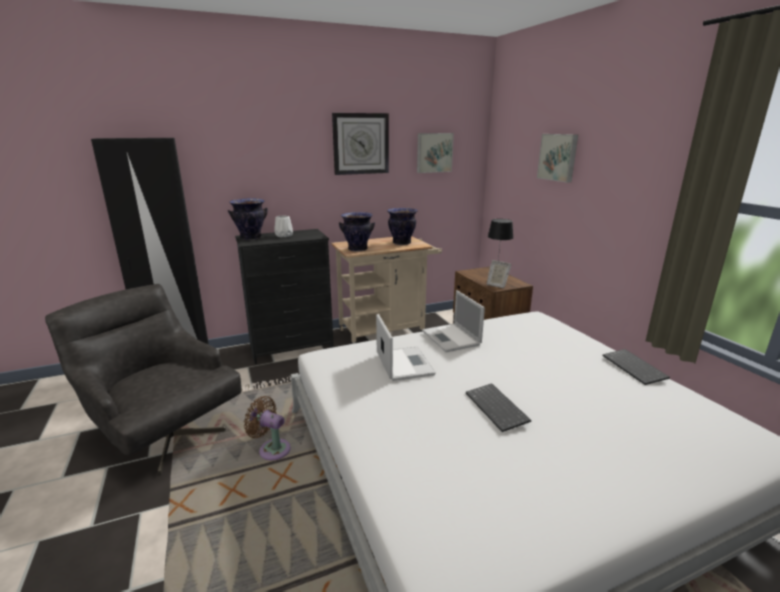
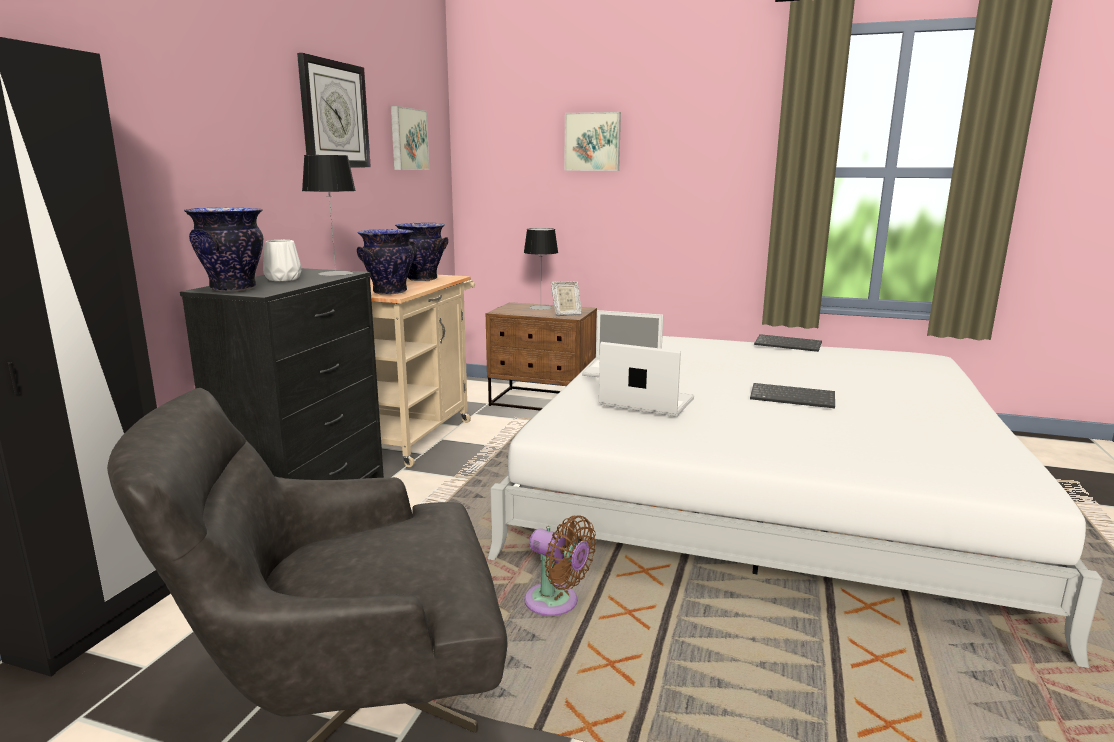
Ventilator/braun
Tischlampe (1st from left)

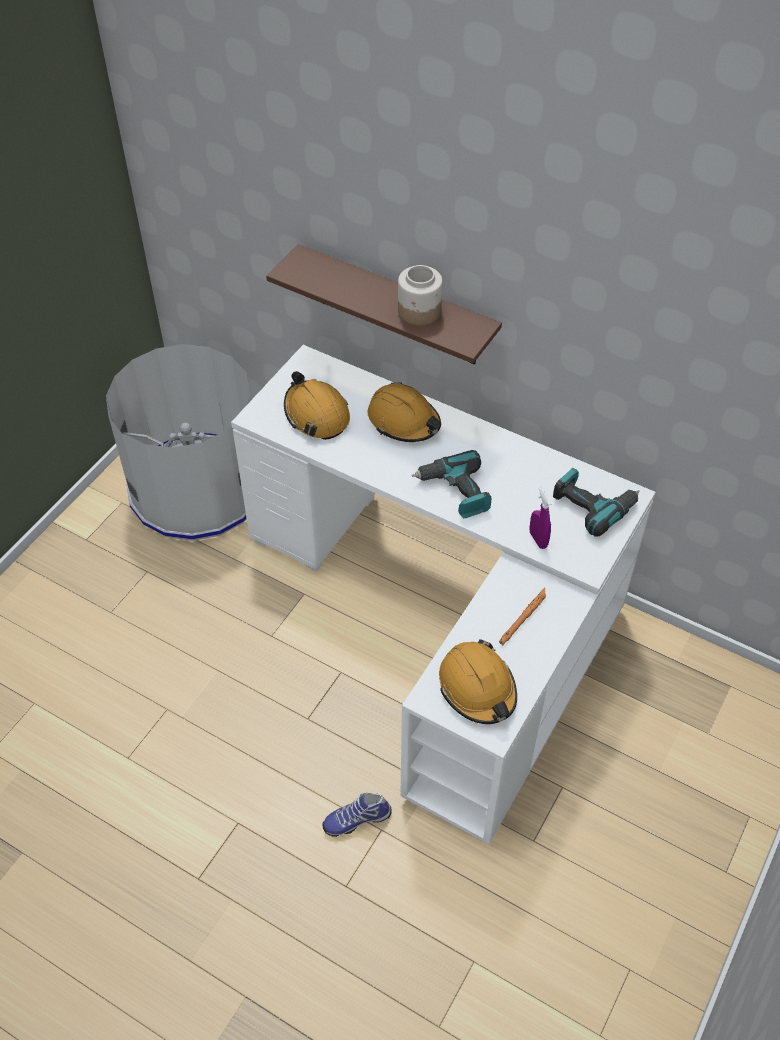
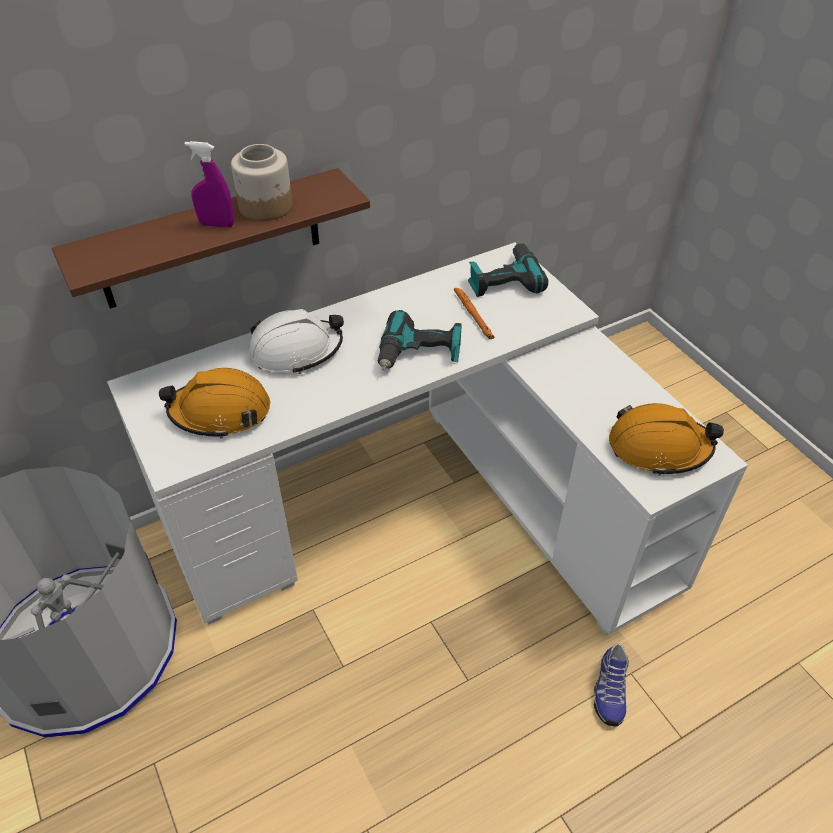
Schutzhelm/weiß
Taschenlampe/orange
Sprühflasche/lila

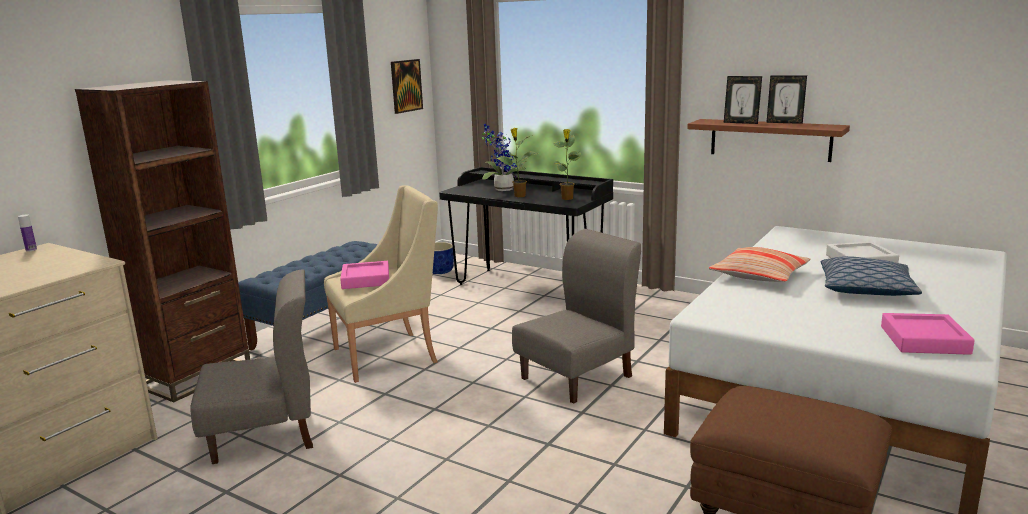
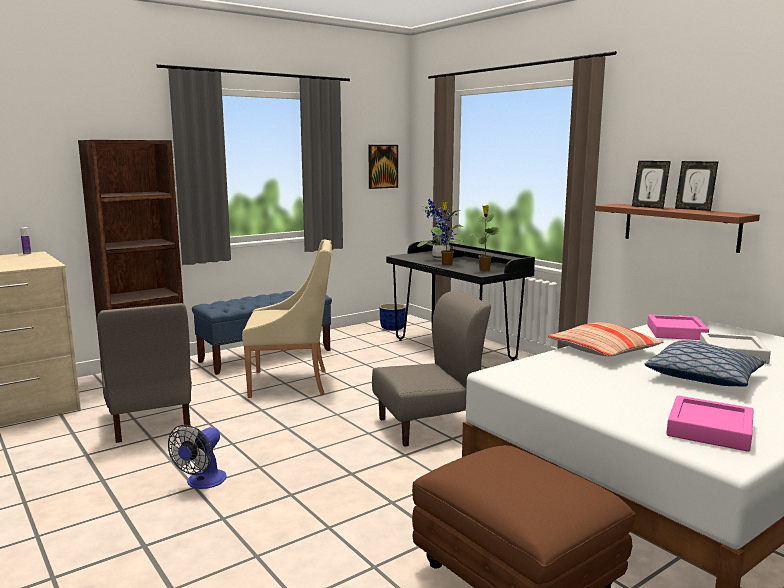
Stuhl/grau (1st from left)
Tablett/rosa (1st from left)
Ventilator

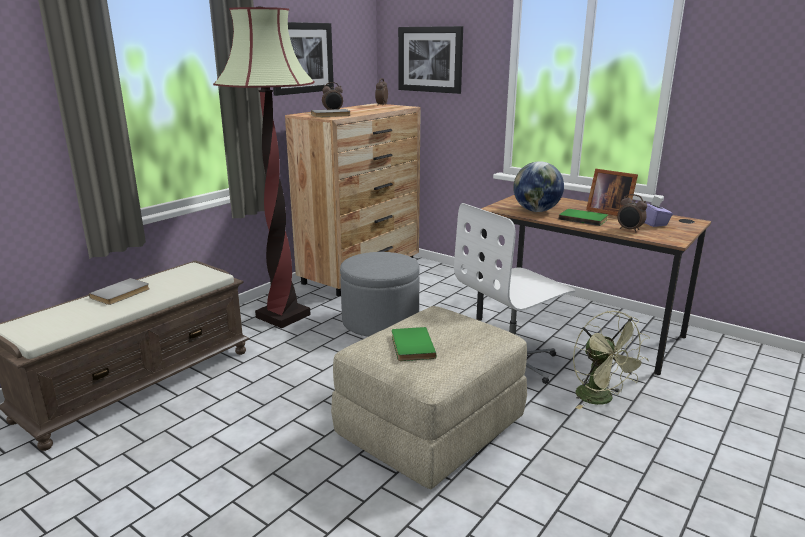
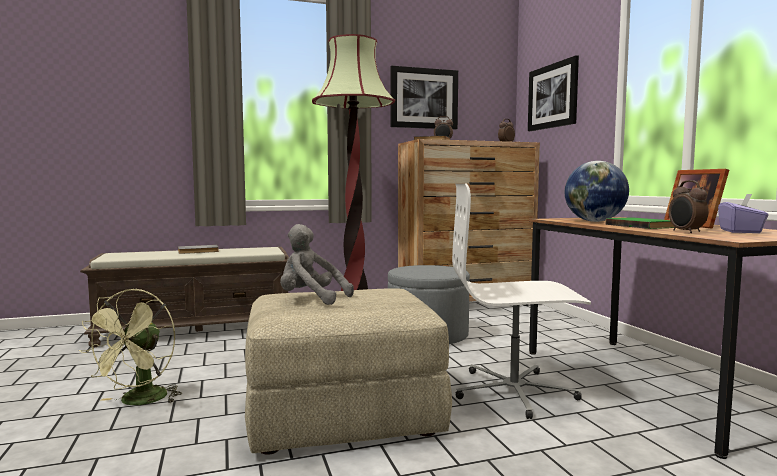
Plüschtier/grau
Ventilator/grün

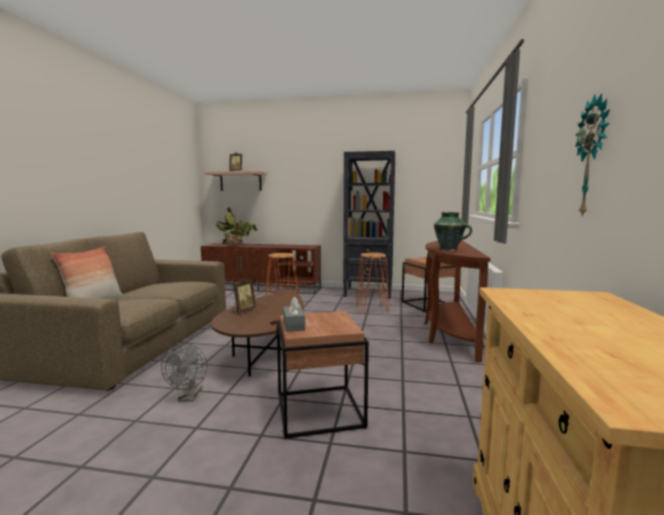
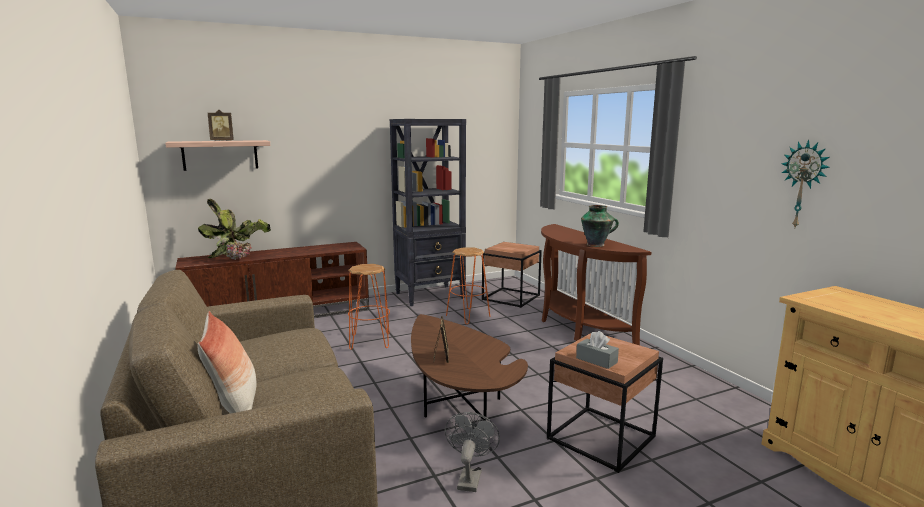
Ventilator/grau

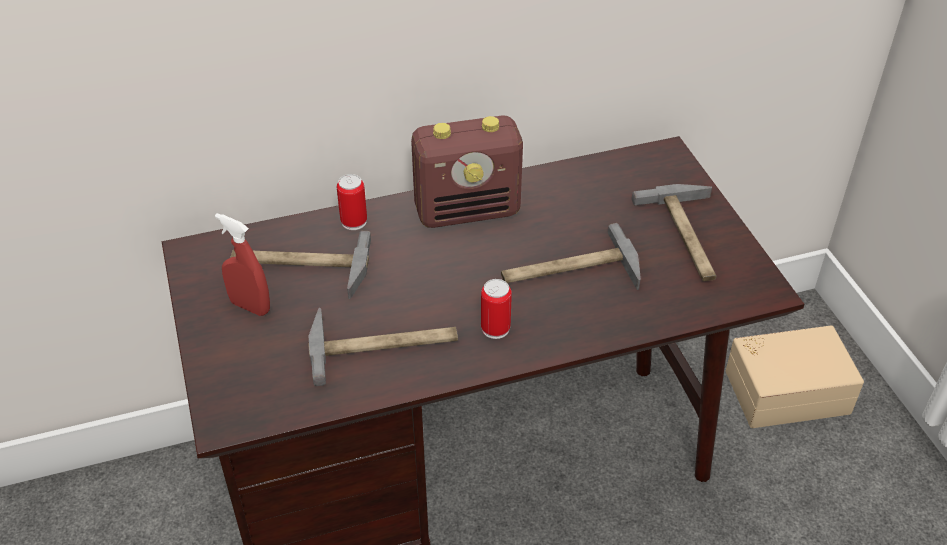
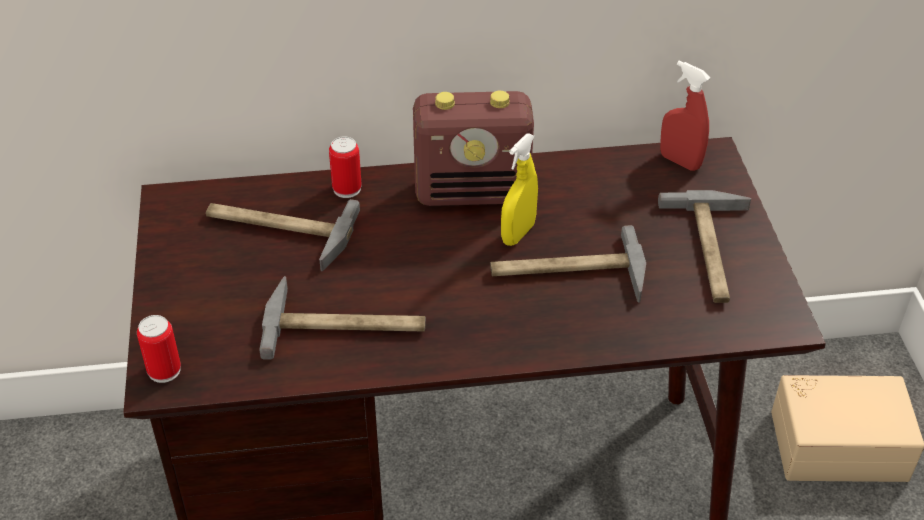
Sprühflasche/rot
Dose (1st from left)
Sprühflasche/gelb

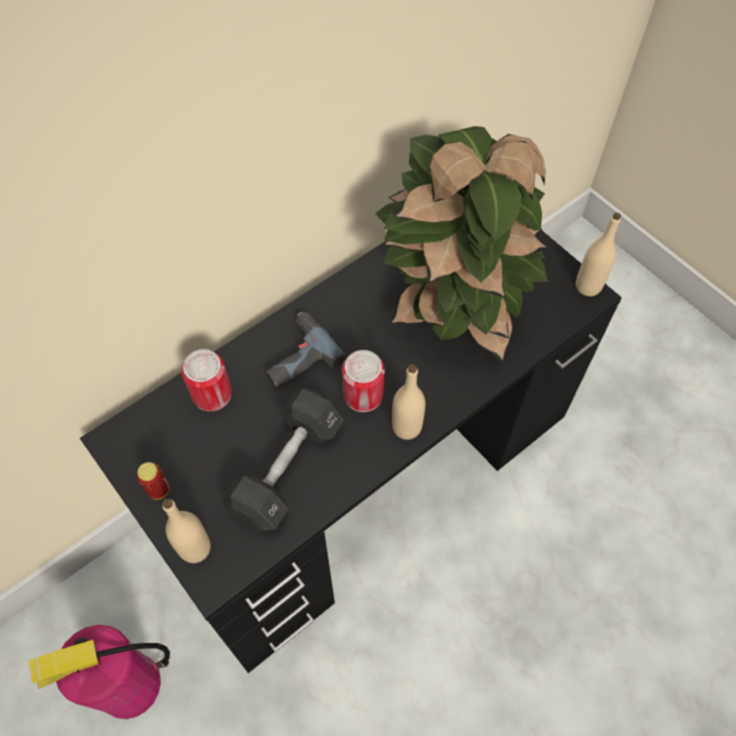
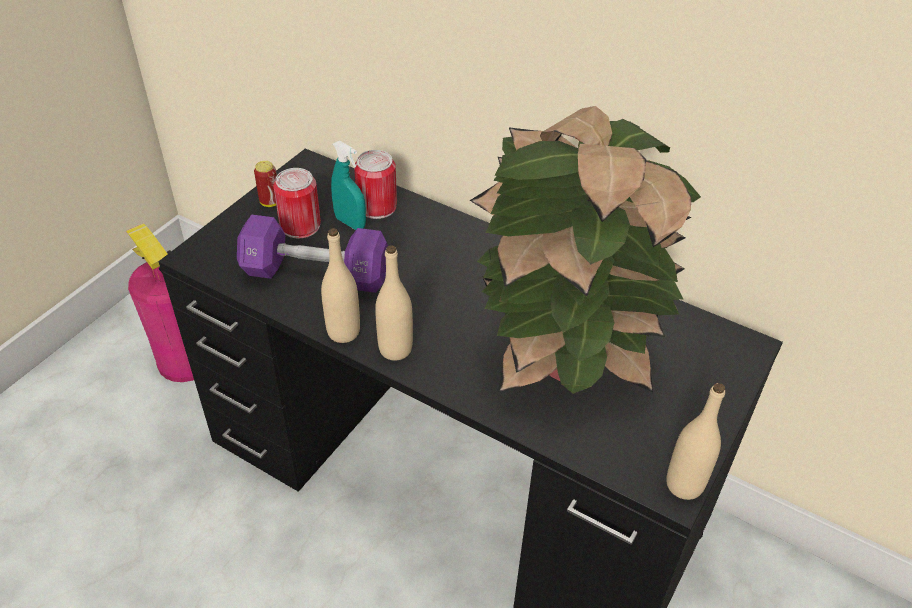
Flasche/beige (1st from left)
Hantel/lila
Bohrmaschine
Dose (2nd from left)
Sprühflasche/türkis

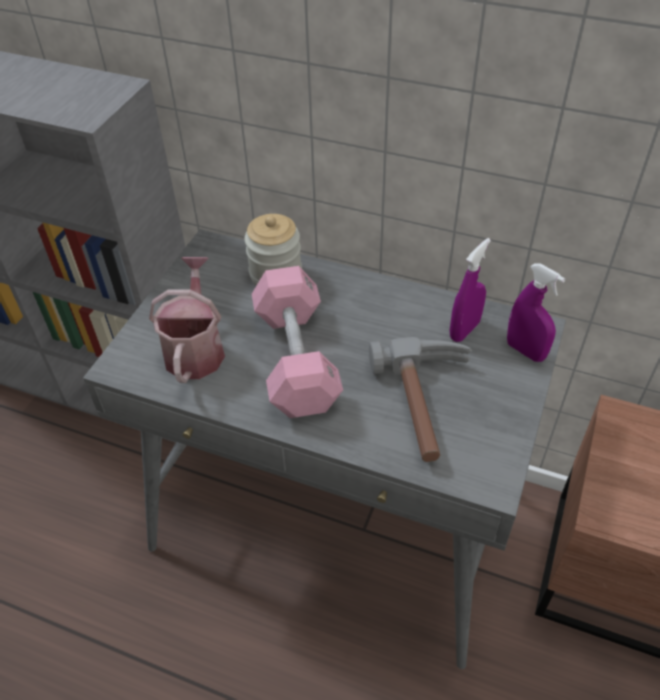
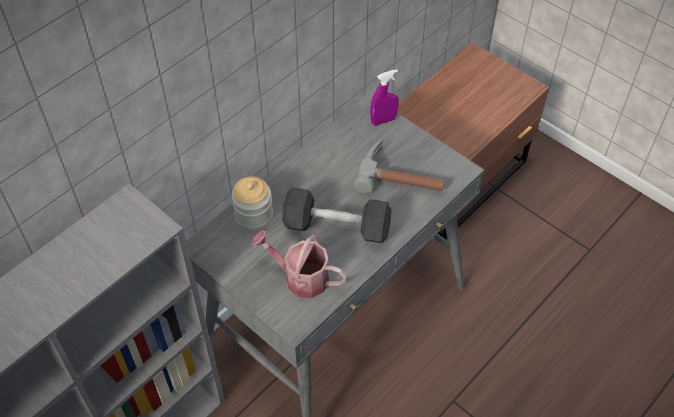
Hantel/schwarz
Sprühflasche/lila (1st from left in the first image)

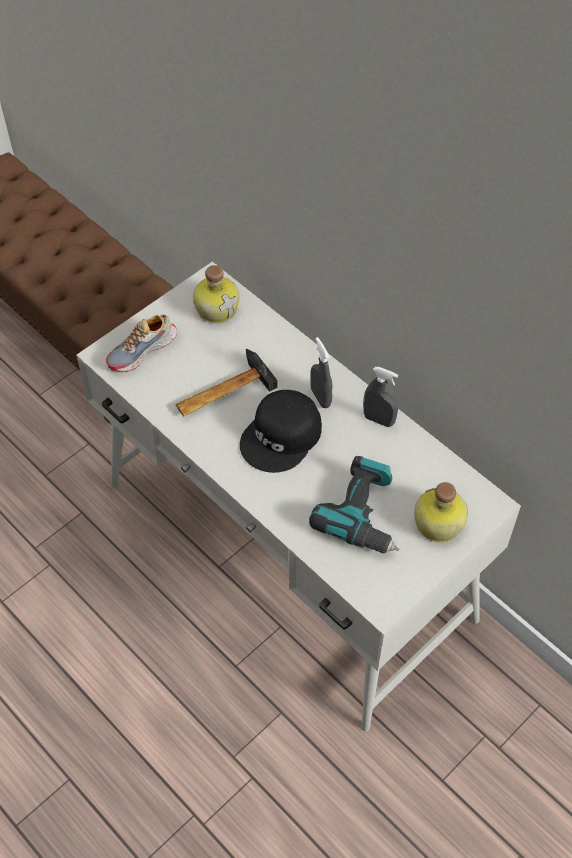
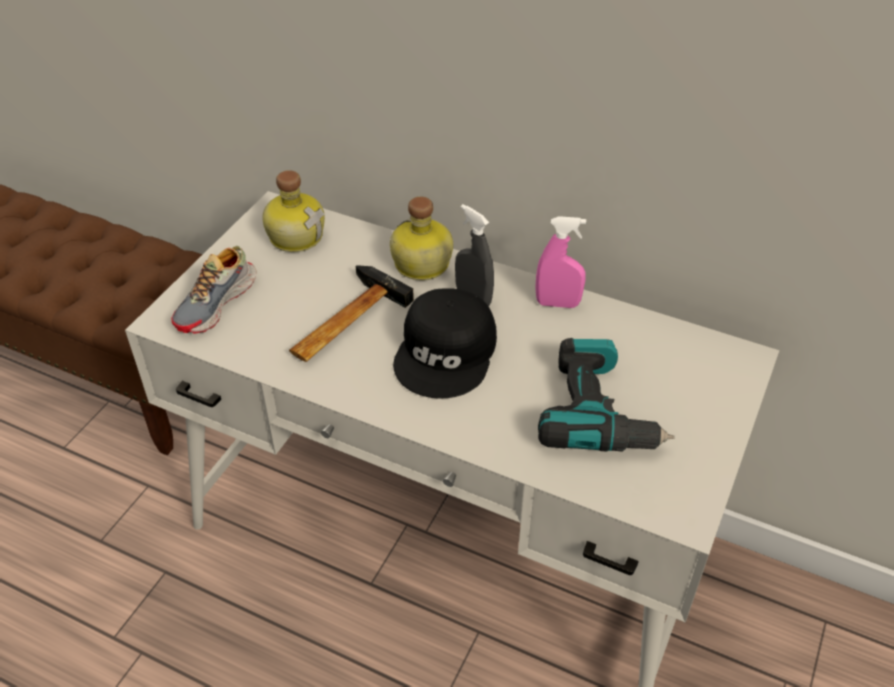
Sprühflasche/rosa
Flasche (2nd from left)

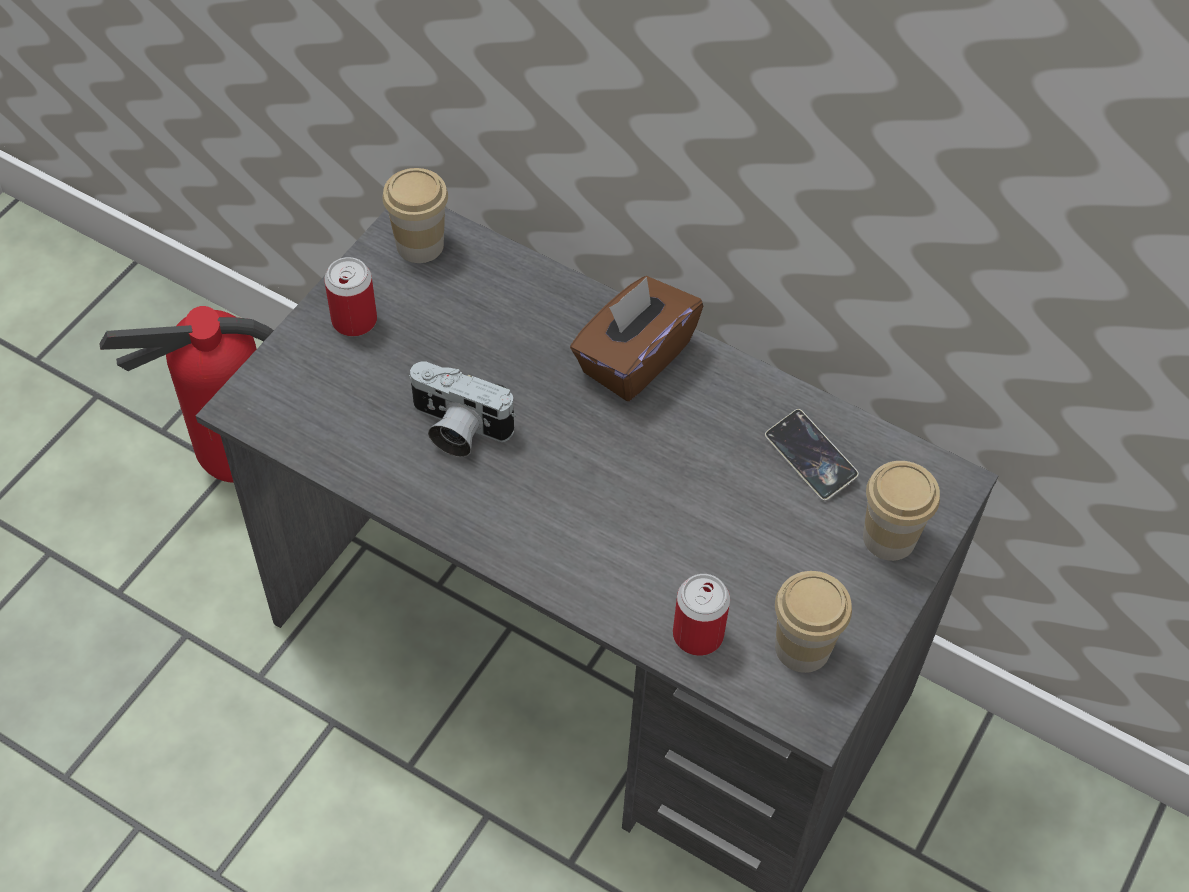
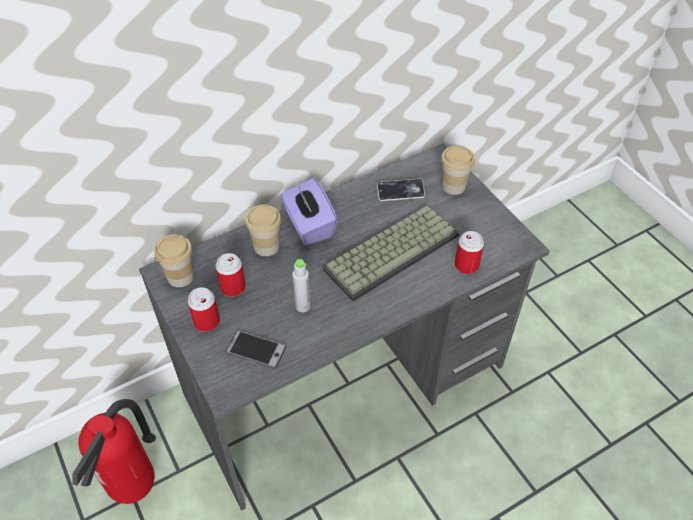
Flasche/grau
Taschentuchbox/lila
Tasse (2nd from left)
Dose (2nd from left)
Handy (1st from left)
Tastatur

